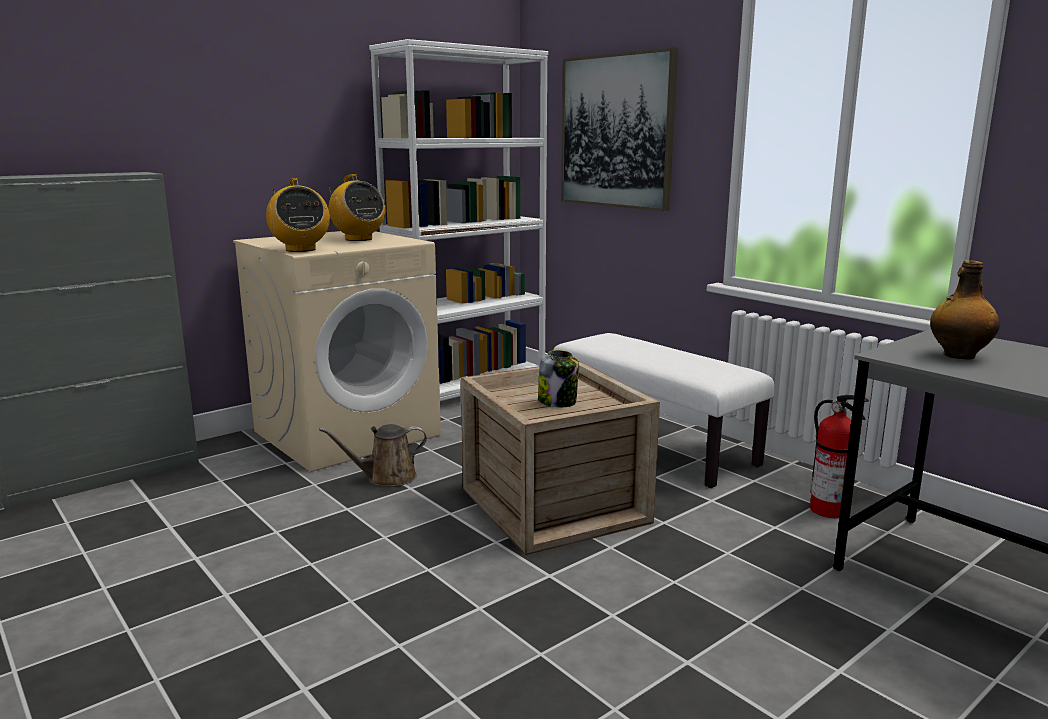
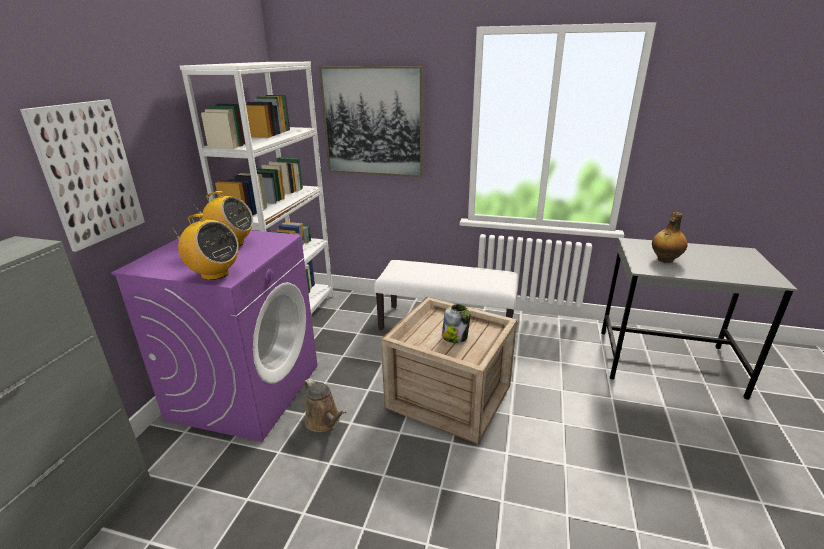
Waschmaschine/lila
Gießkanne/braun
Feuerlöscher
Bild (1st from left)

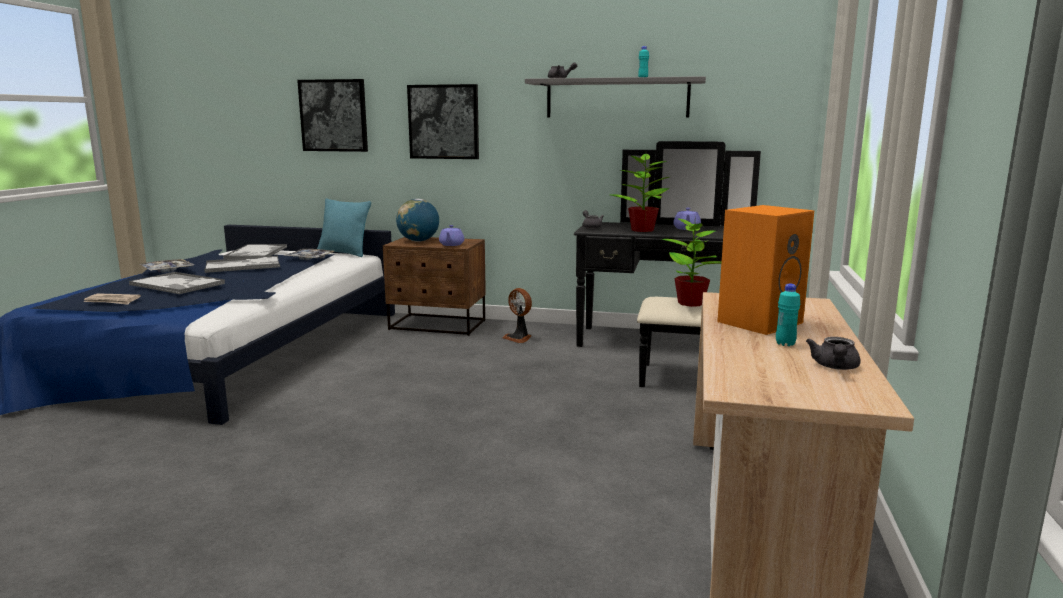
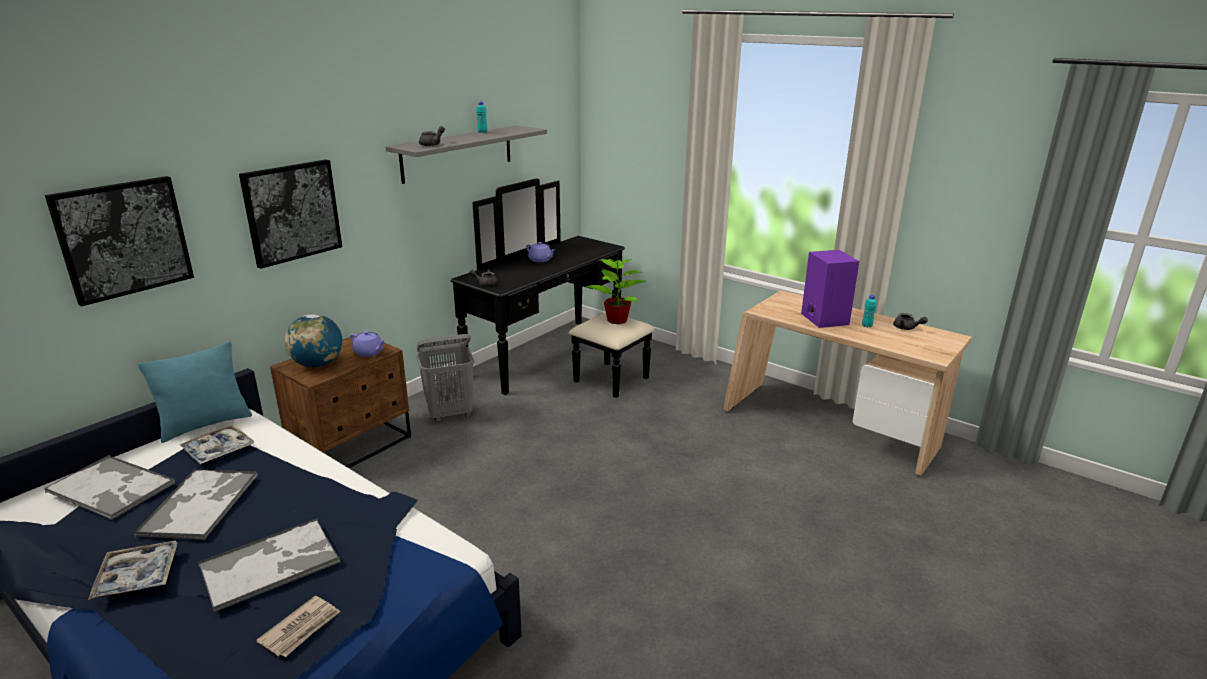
Wäschekorb/grau
Topfpflanze (1st from left in the first image)
Lautsprecher/lila

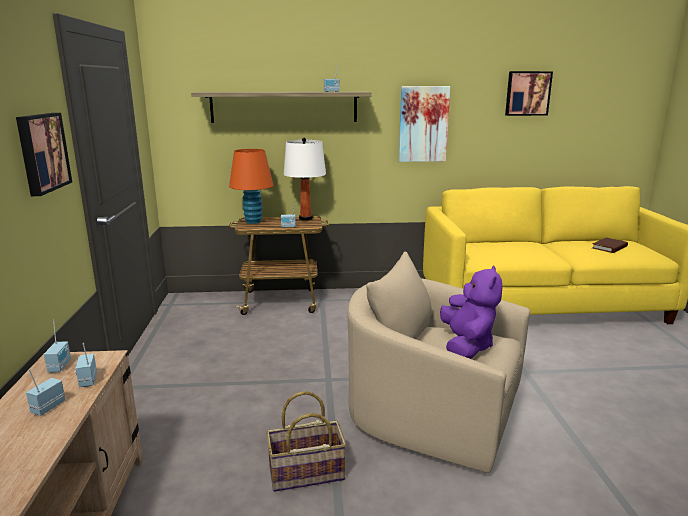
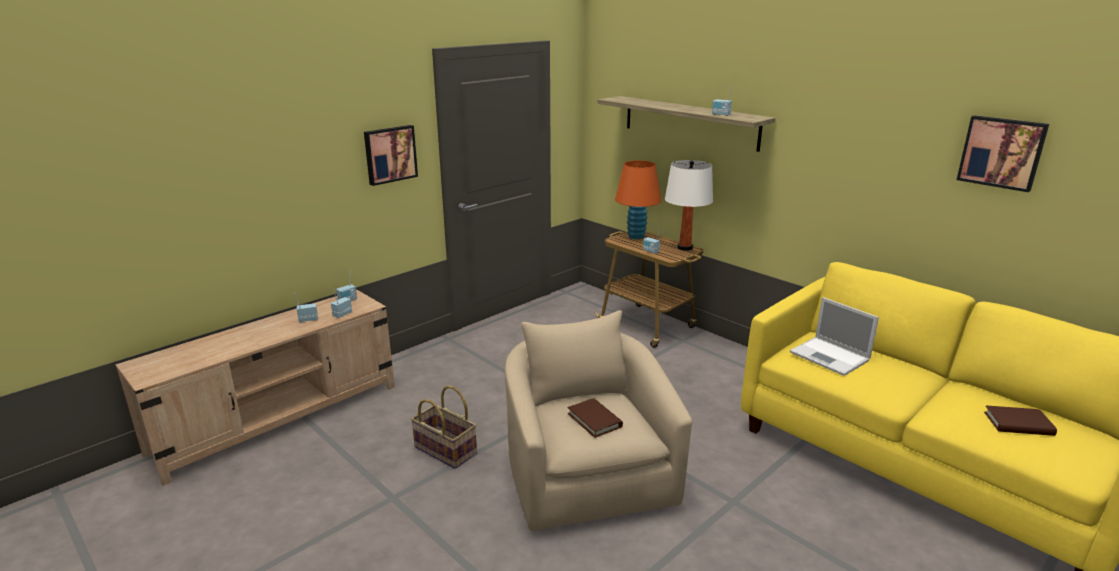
Bild (2nd from left in the first image)
Buch/braun (1st from left)
Laptop

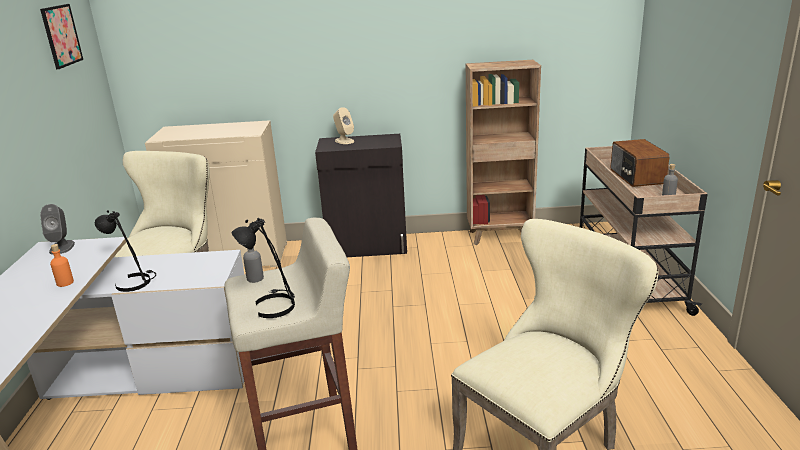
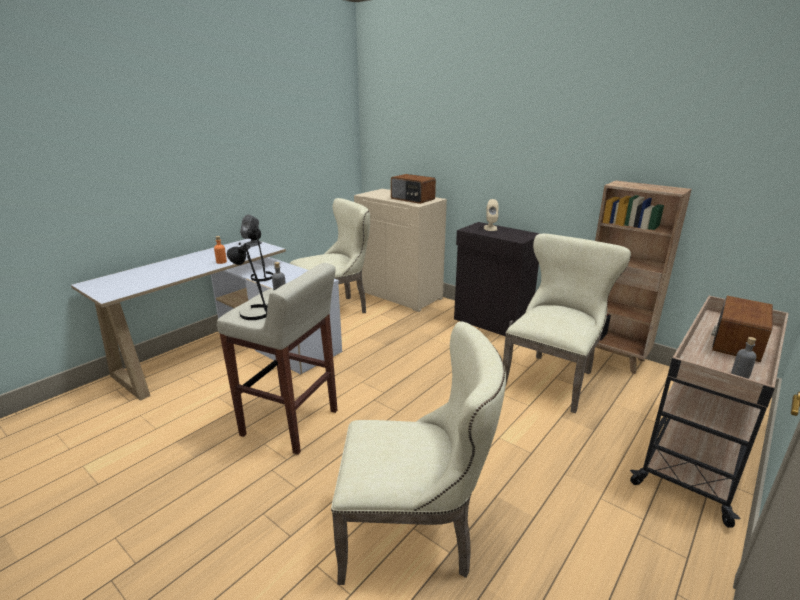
Bild
Radio (1st from left)
Stuhl/beige (3rd from left)

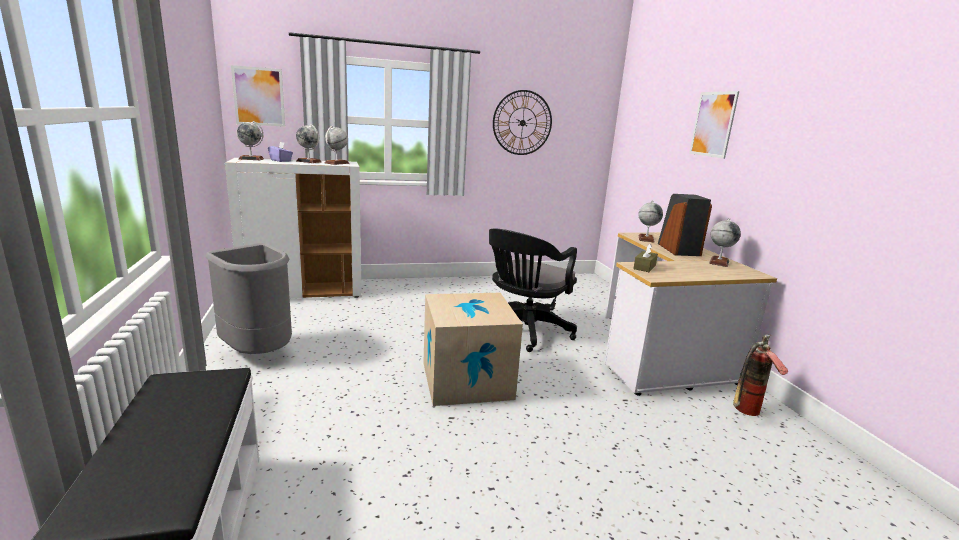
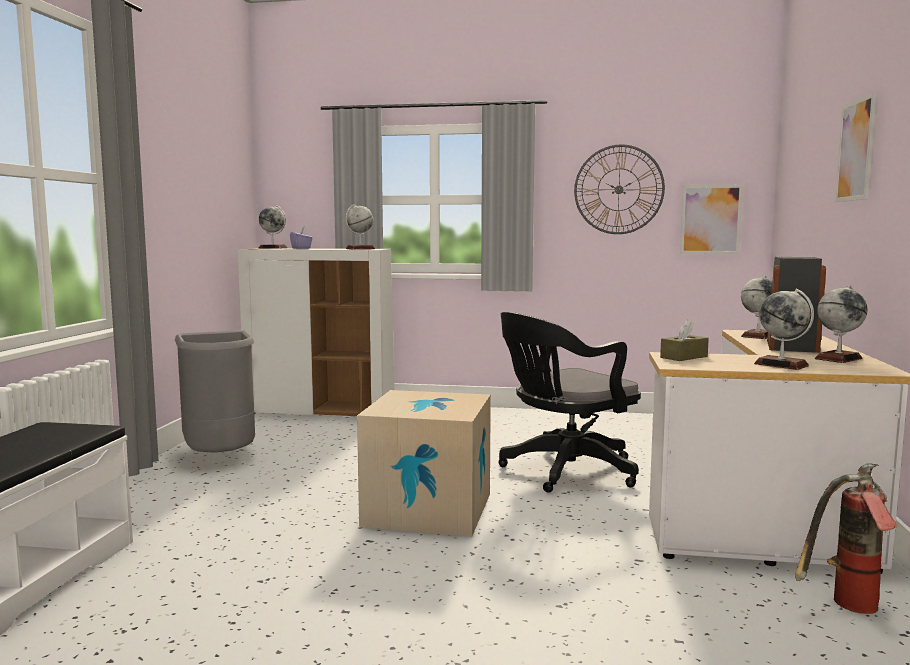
Bild (1st from left)
Globus (4th from left)

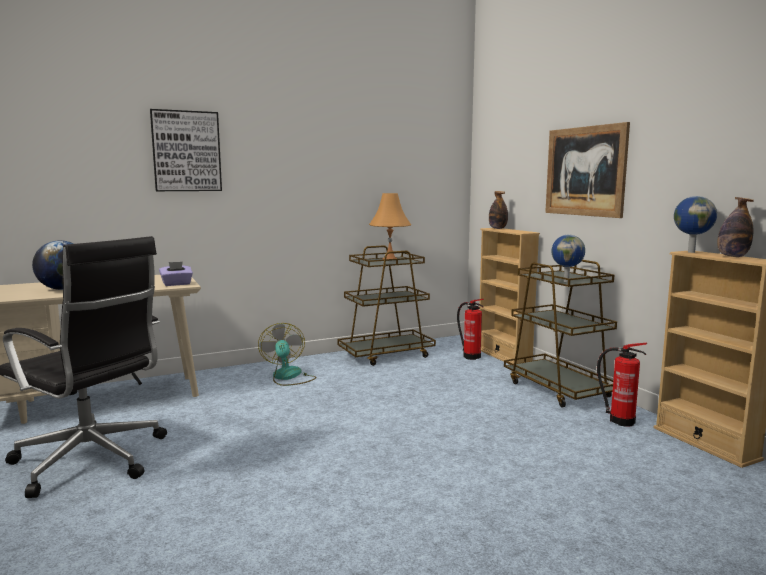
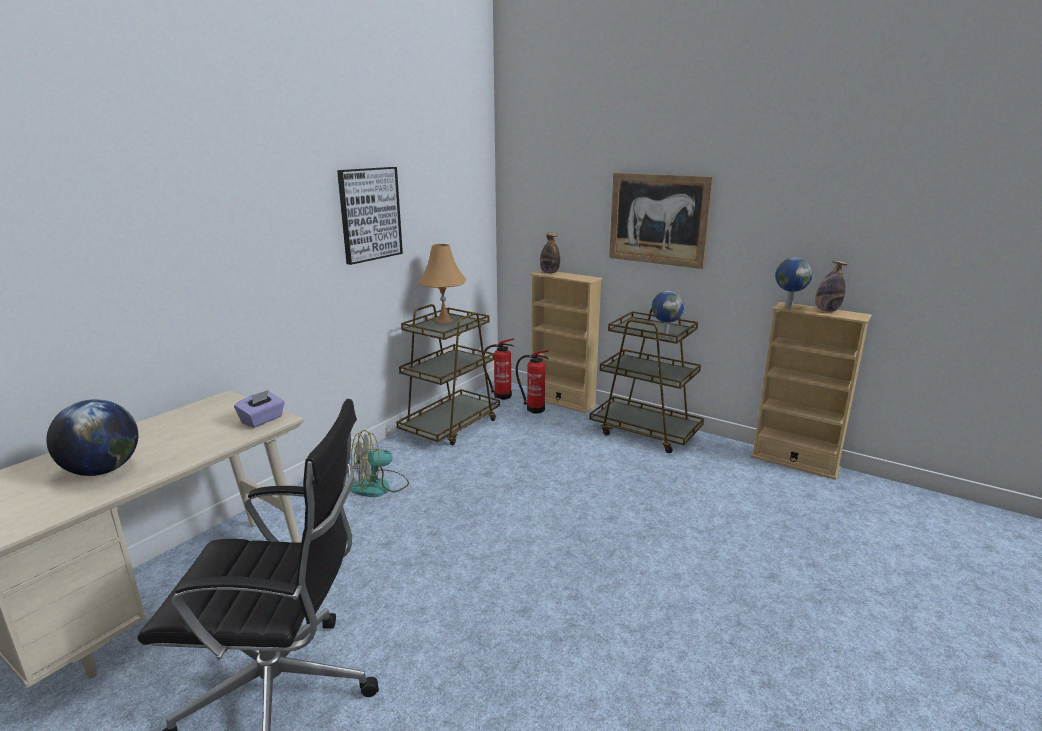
Bild (1st from left)
Ventilator
Feuerlöscher (1st from left)

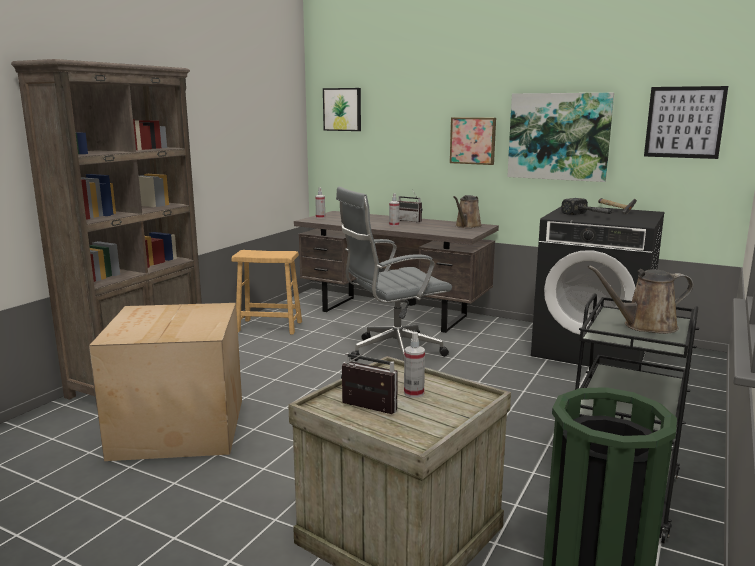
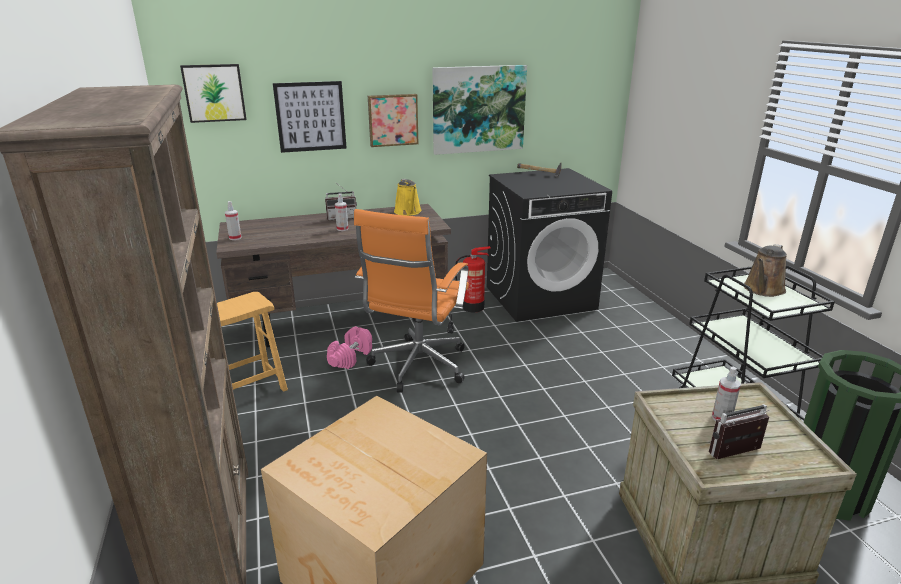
Bürostuhl/orange
Gießkanne/gelb
Hammer (1st from left in the first image)
Bild (2nd from left)
Hantel/rosa
Feuerlöscher

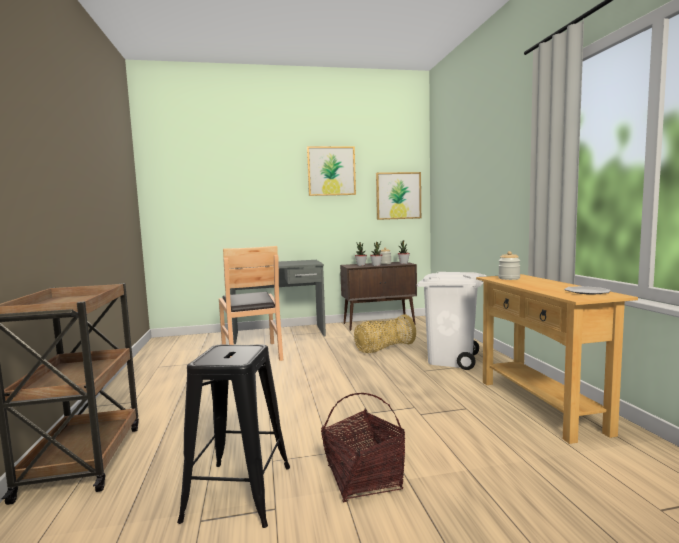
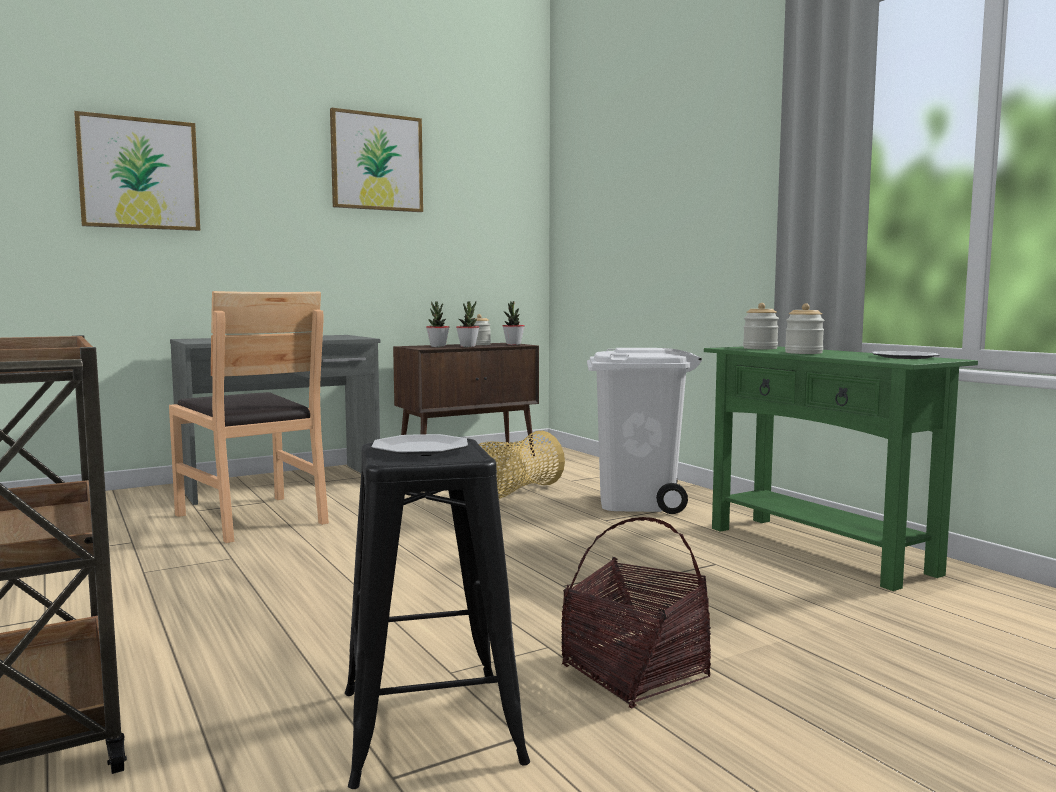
Bild (1st from left)
Konsolentisch/grün
Teller (1st from left)
Vorratsglas (3rd from left)

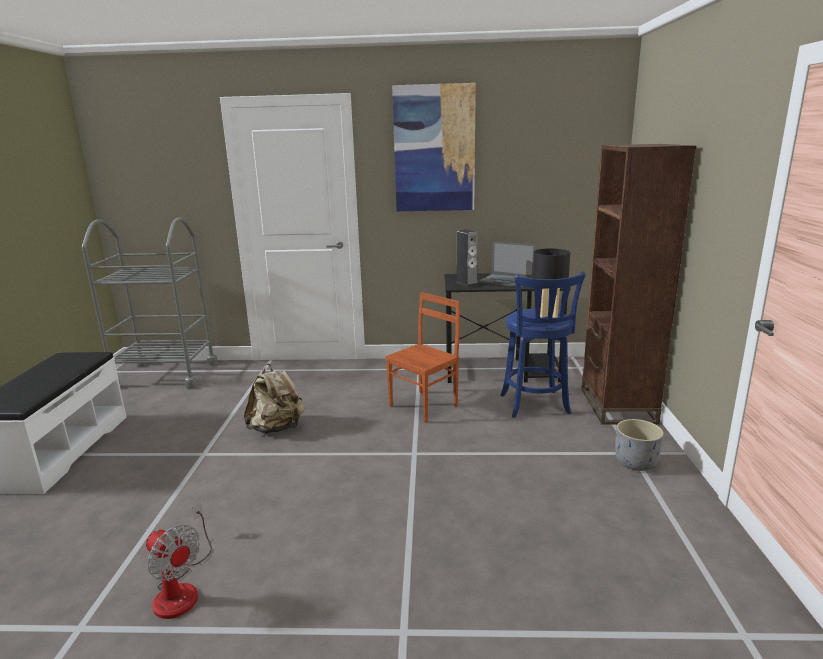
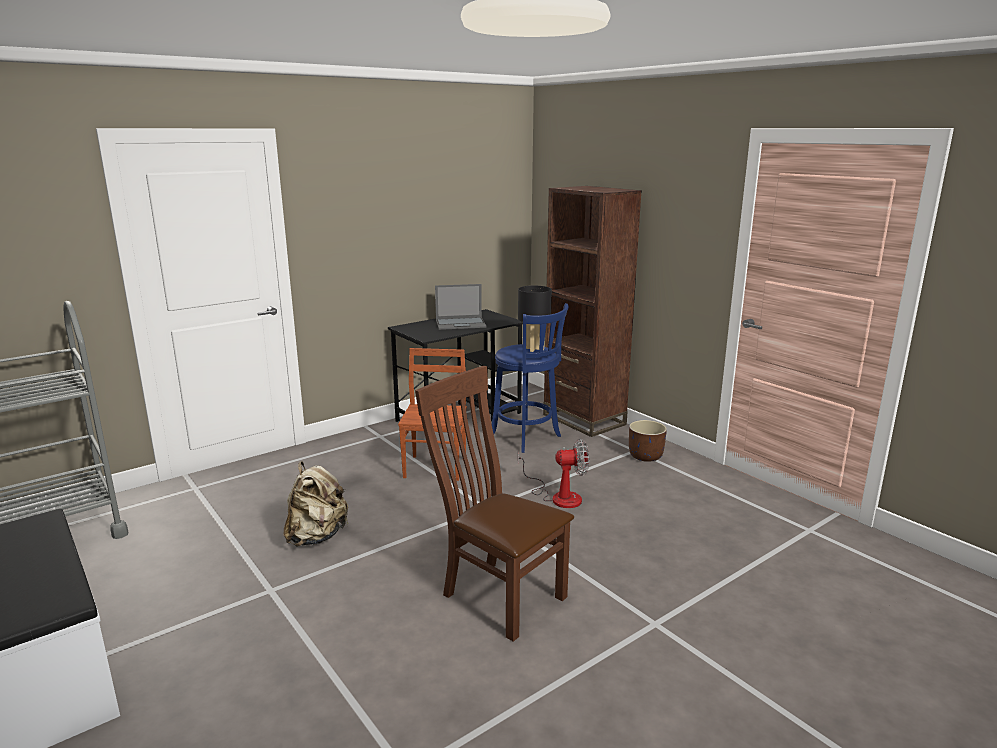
Ventilator
Bild
Lautsprecher
Pflanzkübel/braun
Stuhl/braun (2nd from left)

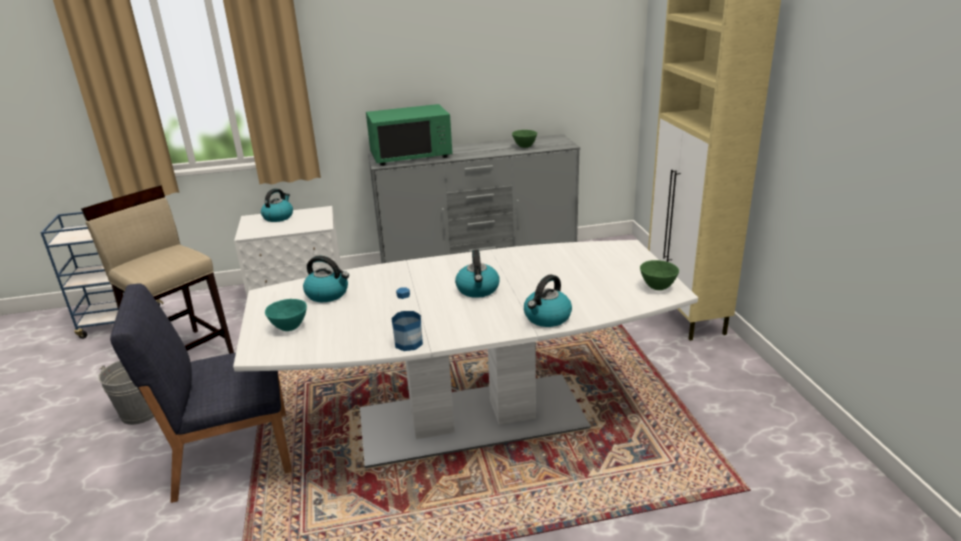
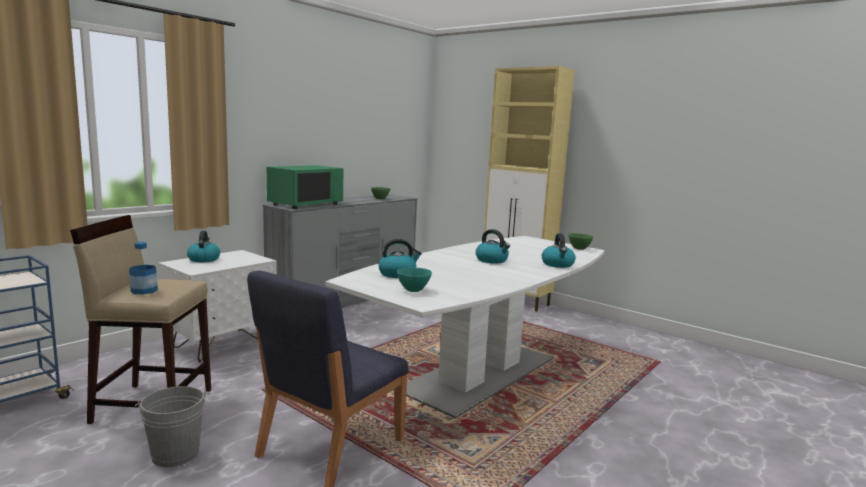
Flasche

